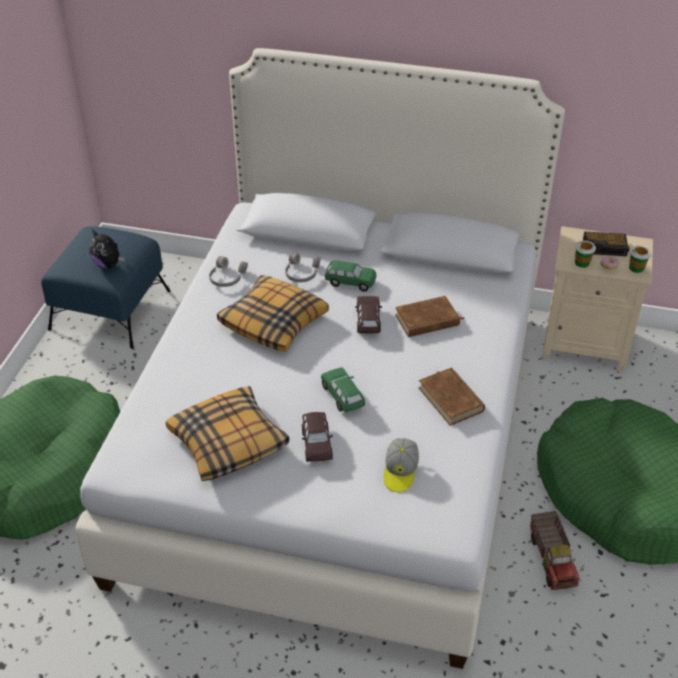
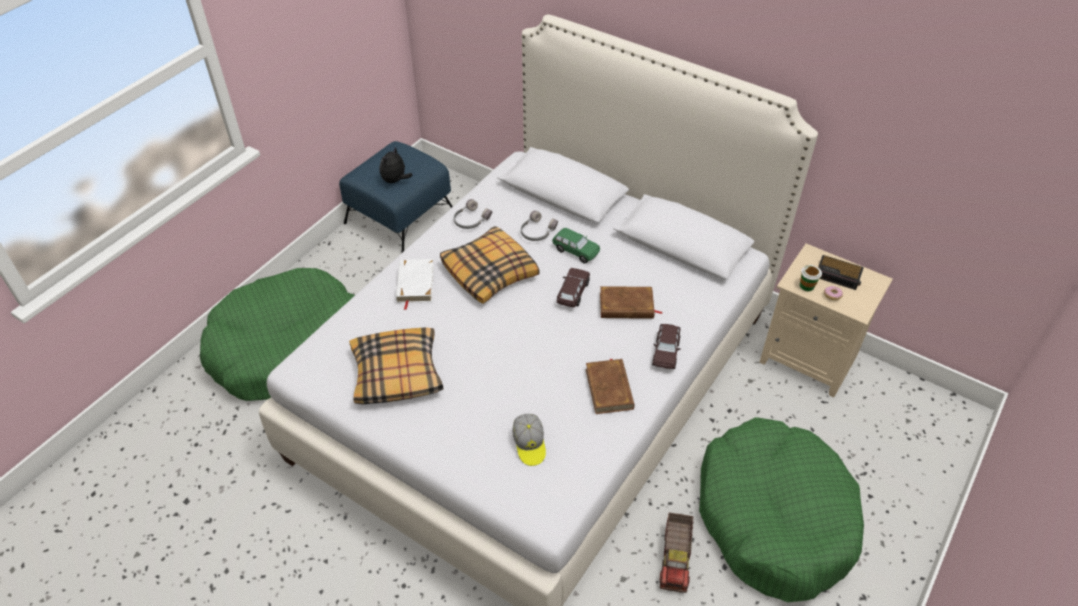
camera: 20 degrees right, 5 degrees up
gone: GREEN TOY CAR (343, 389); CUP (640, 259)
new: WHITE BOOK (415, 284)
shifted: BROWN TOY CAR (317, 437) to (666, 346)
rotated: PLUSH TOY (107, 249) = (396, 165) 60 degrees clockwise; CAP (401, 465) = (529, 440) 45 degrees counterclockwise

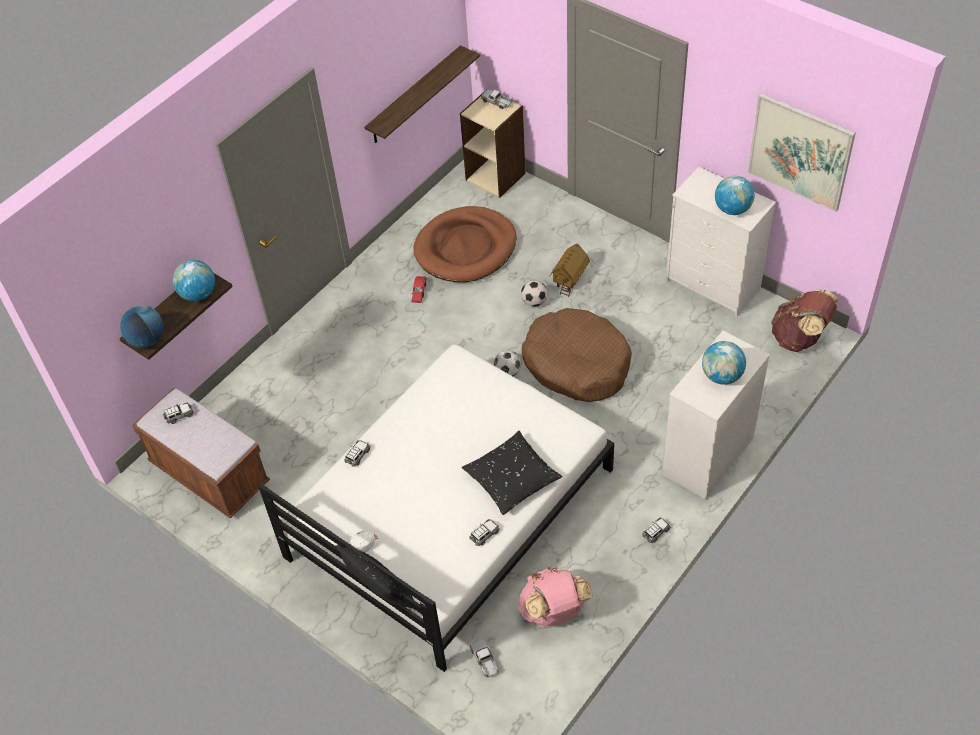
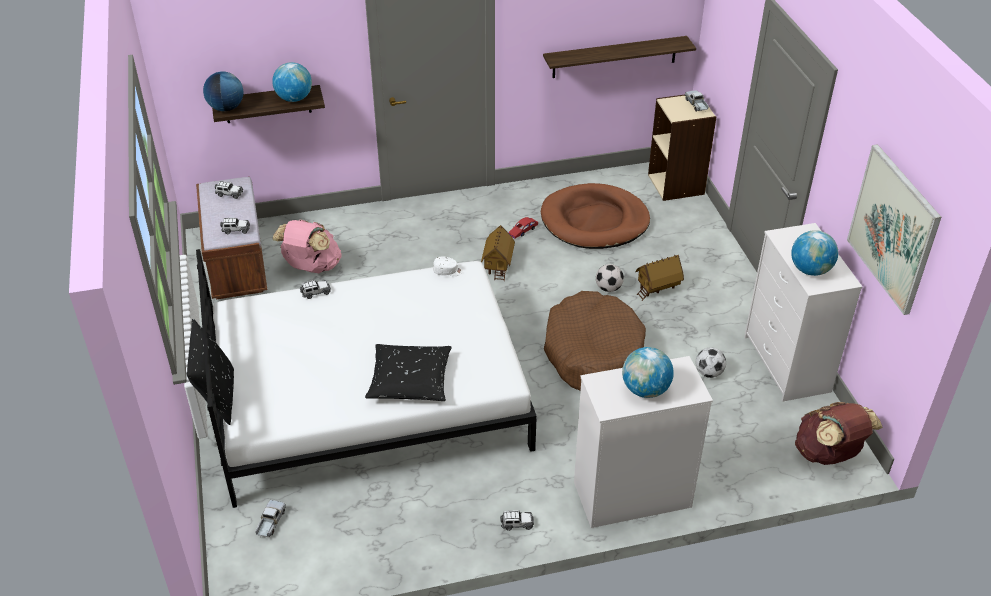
camera: 35 degrees right, 10 degrees down
new: TOY HOUSE (498, 253)
shifted: TOY CAR (484, 532) to (235, 226); PINK BACKPACK (555, 596) to (307, 246); WHITE CAP (365, 541) to (448, 266); FOOTBALL (507, 363) to (711, 363)

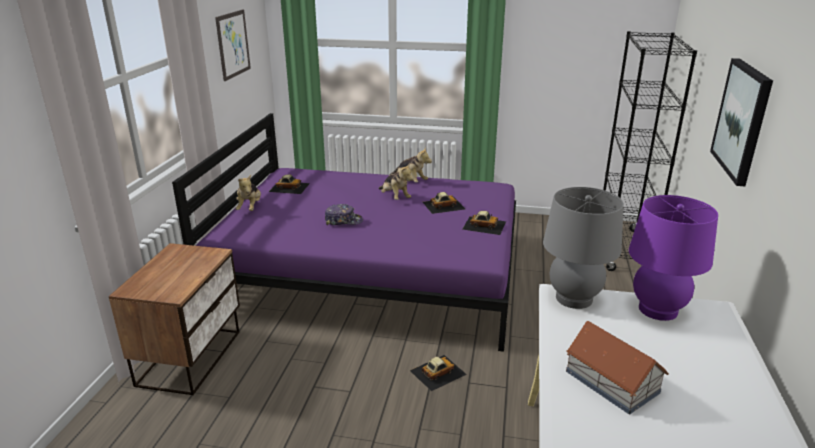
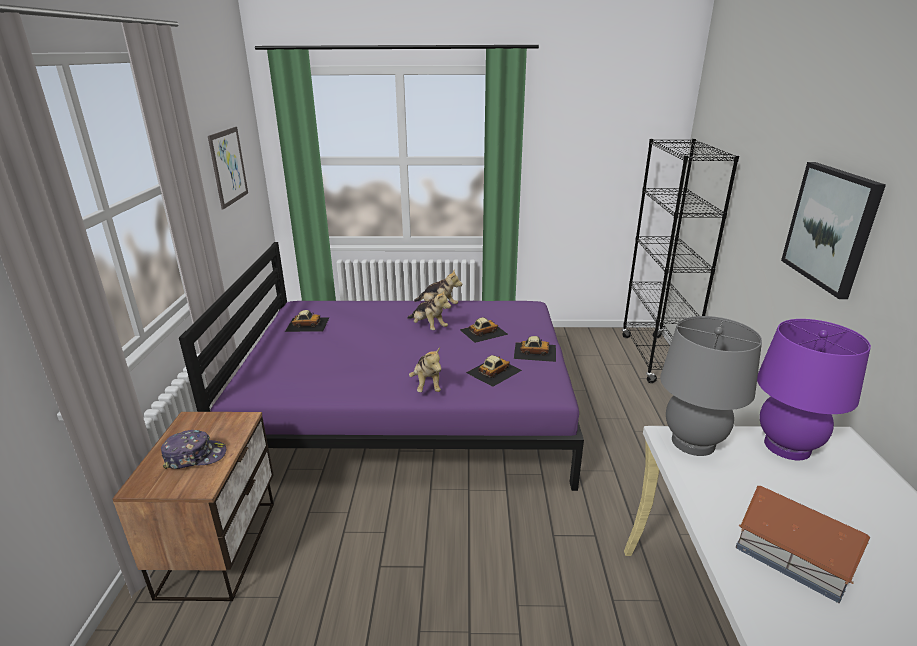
camera: 10 degrees left, 0 degrees up
shifted: CAP (344, 214) to (193, 449); PLUSH TOY (248, 193) to (425, 369); TOY CAR (438, 373) to (494, 371)

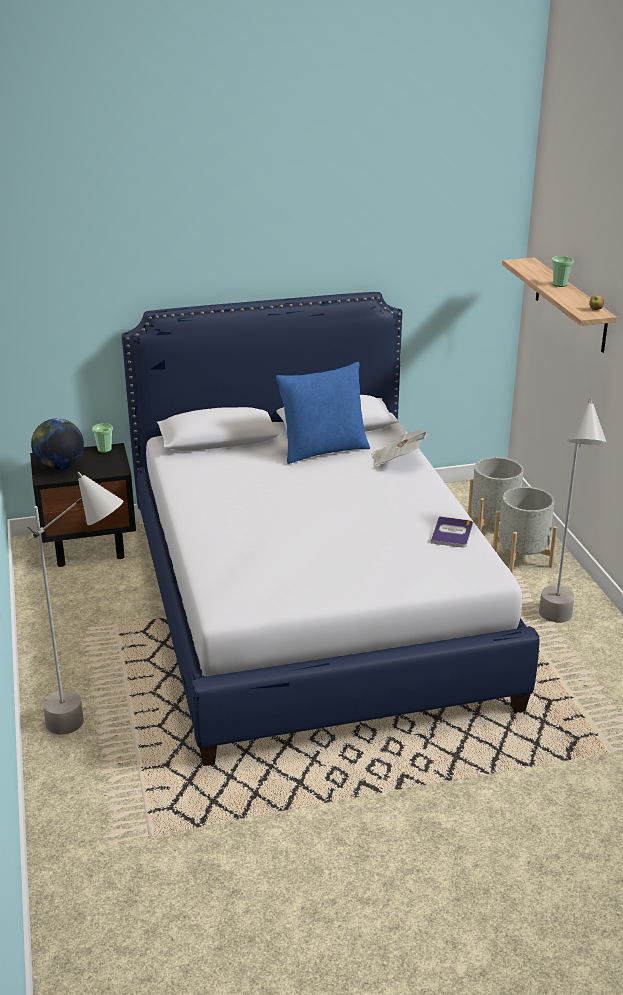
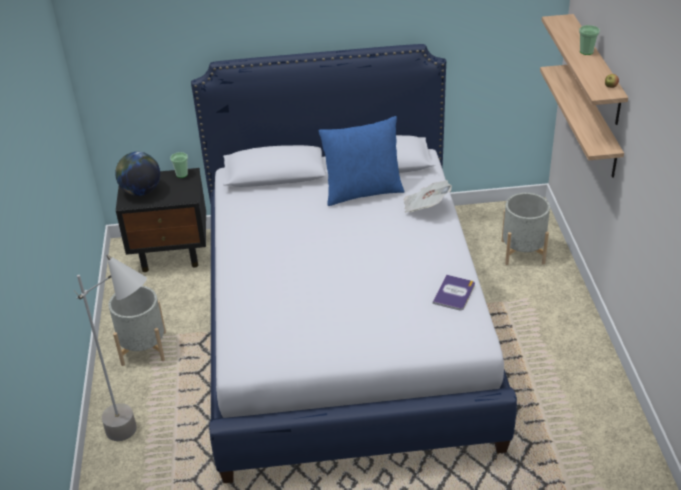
camera: 10 degrees right, 10 degrees up
gone: GREY FLOOR LAMP (573, 510)
new: SHELF (582, 121)
shifted: GREY PLANTER (525, 530) to (137, 326)

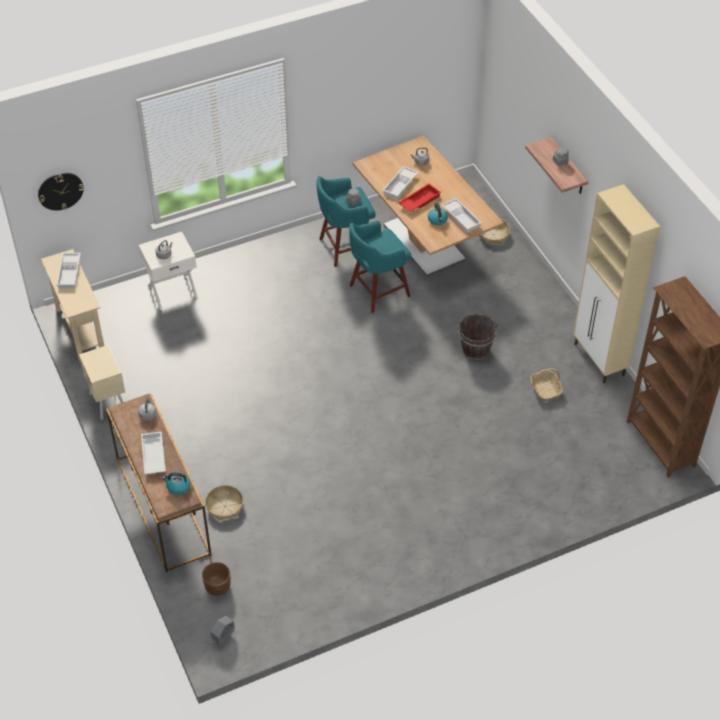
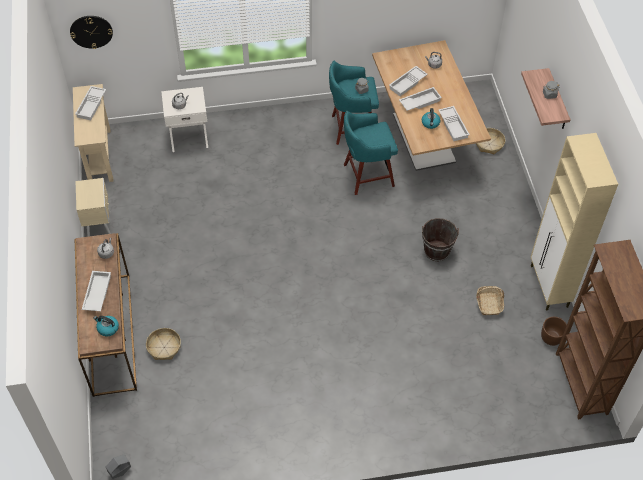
camera: 15 degrees right, 5 degrees up
shifted: BROWN PLANTER (216, 579) to (554, 331)
repainted: RED TRAY (419, 198) to WHITE TRAY (420, 99)

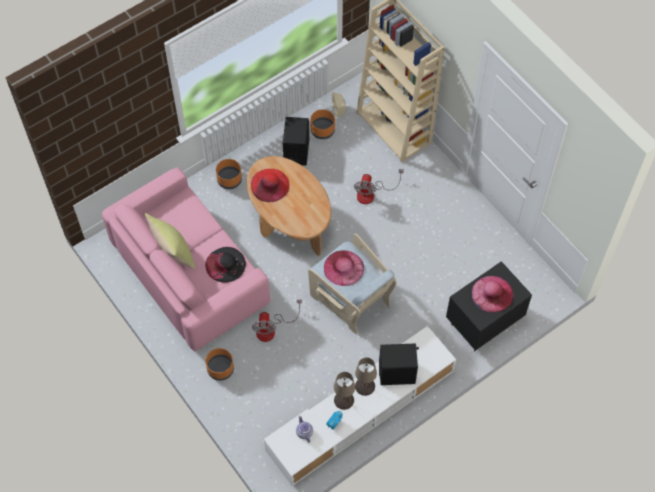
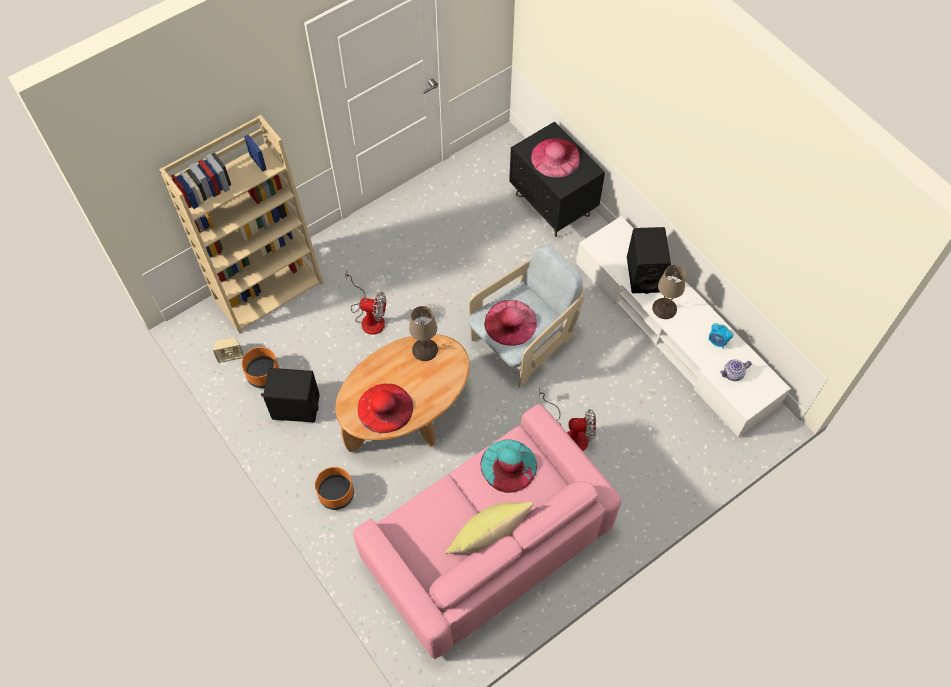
camera: 90 degrees left, 0 degrees up
gone: ORANGE PLANTER (219, 364)
shifted: BEIGE TABLE LAMP (344, 391) to (423, 333)
repainted: BLACK HAT (225, 265) to TURQUOISE HAT (508, 466)

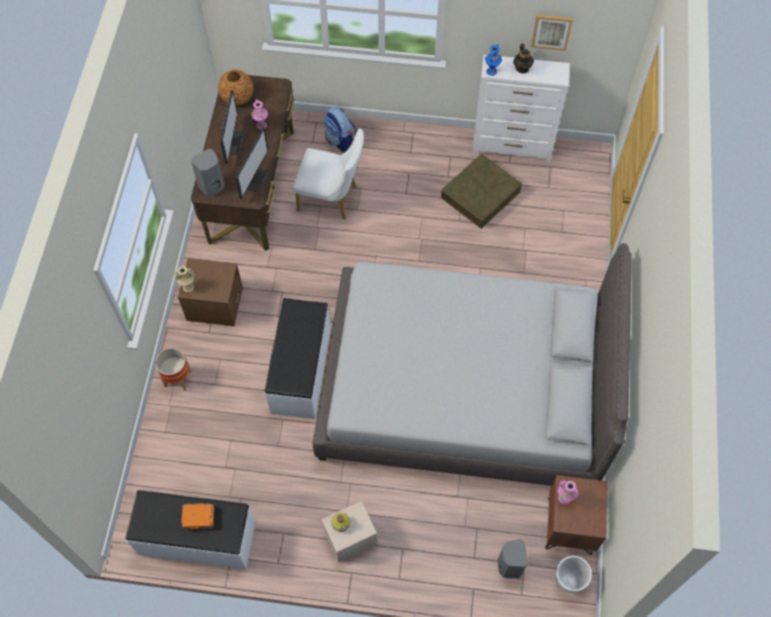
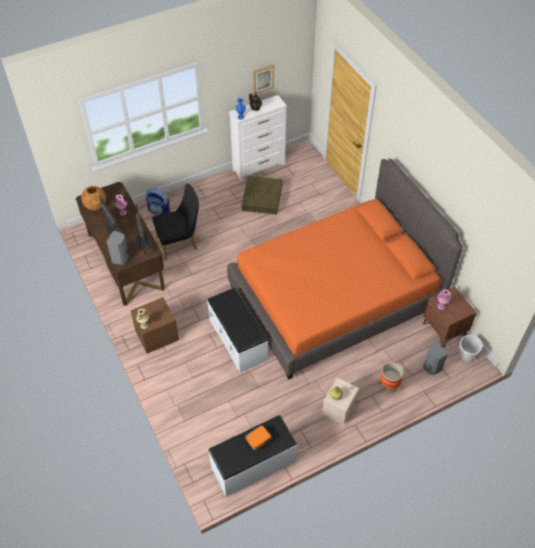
camera: 35 degrees left, 10 degrees down
shifted: PLANTER (173, 369) to (391, 379)
repainted: WHITE CHAIR (328, 174) to BLACK CHAIR (175, 221); GREY BED (472, 364) to ORANGE BED (345, 269)

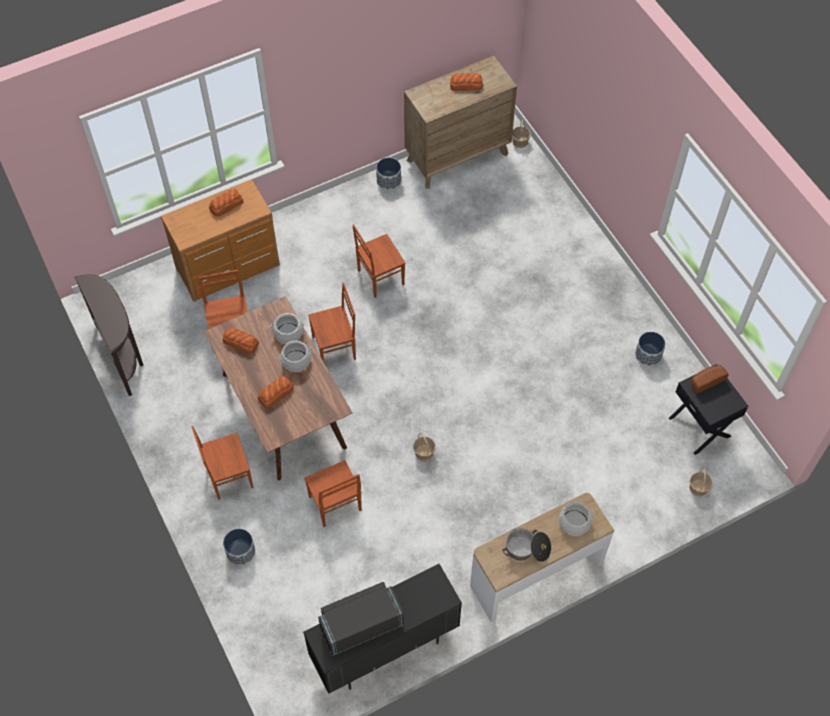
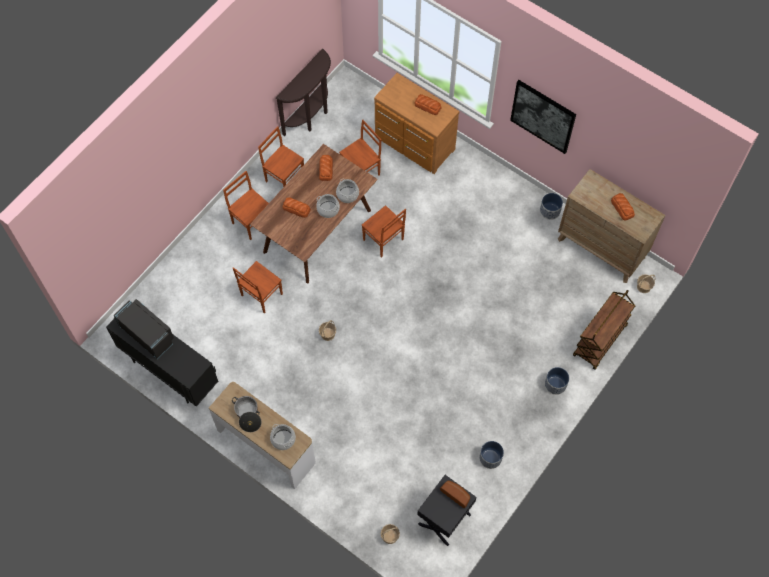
camera: 65 degrees right, 5 degrees up
new: PICTURE (543, 117); BROWN CART (604, 330)
shifted: BROWN CHAIR (379, 261) to (281, 156); PLANTER (239, 547) to (557, 381)

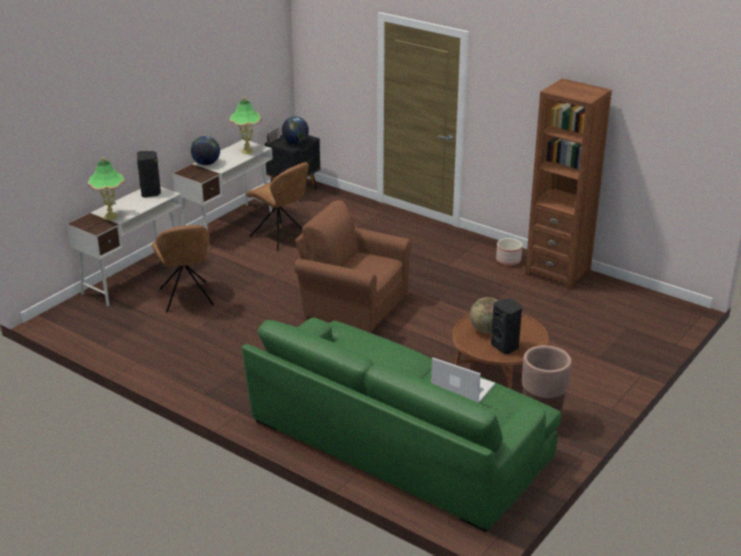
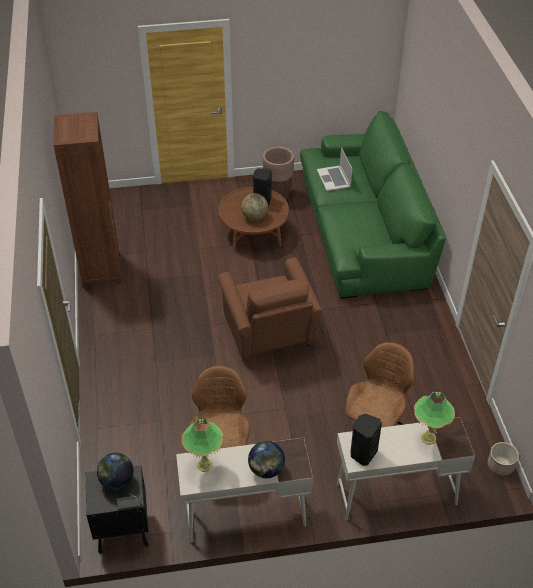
camera: 135 degrees left, 15 degrees up
shifted: PLANTER (509, 252) to (503, 459)

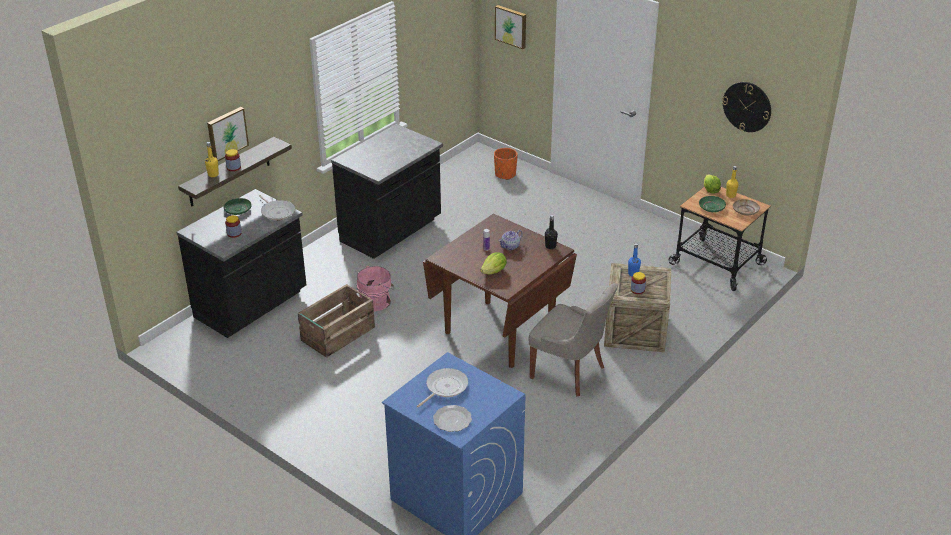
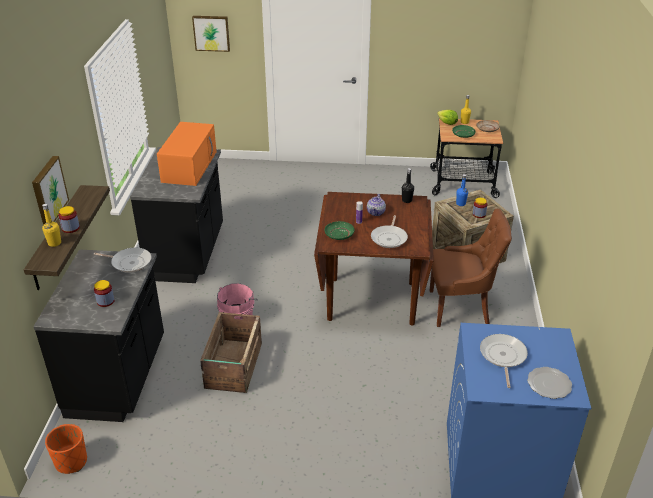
camera: 35 degrees left, 0 degrees up
gone: WALL CLOCK (746, 107)
new: ORANGE MICROWAVE (187, 154)
shifted: ORANGE PLANTER (506, 164) to (66, 449); GREEN PLATE (237, 206) to (340, 230)
swapped: LETTUCE (493, 263) to FRYING PAN (389, 231)
repainted: GREY CHAIR (573, 339) to BROWN CHAIR (470, 268)

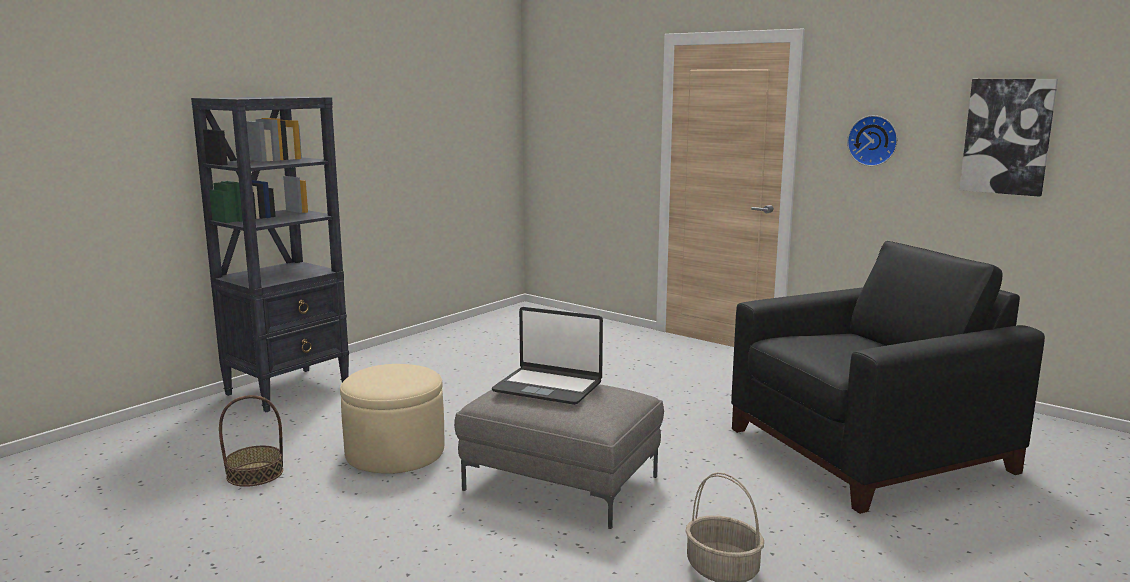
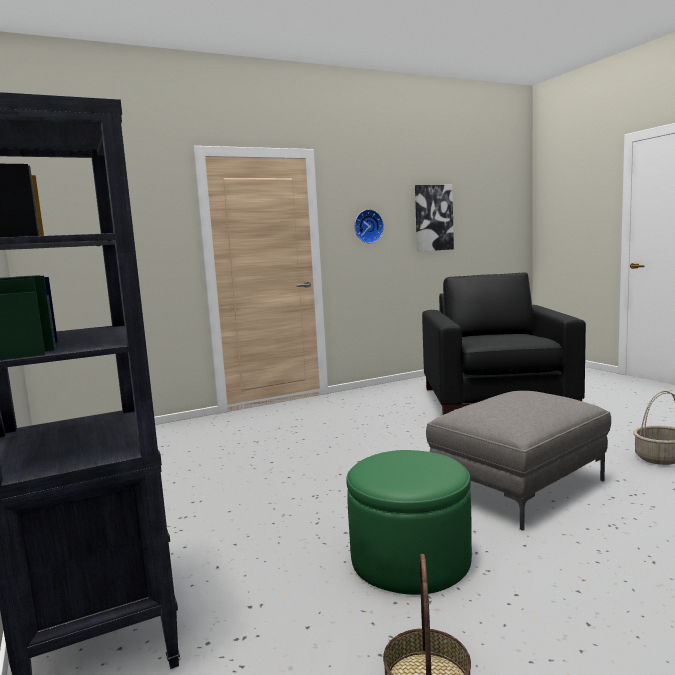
camera: 65 degrees left, 5 degrees down
gone: LAPTOP (547, 356)
repainted: BEIGE OTTOMAN (392, 419) to GREEN OTTOMAN (409, 522)

